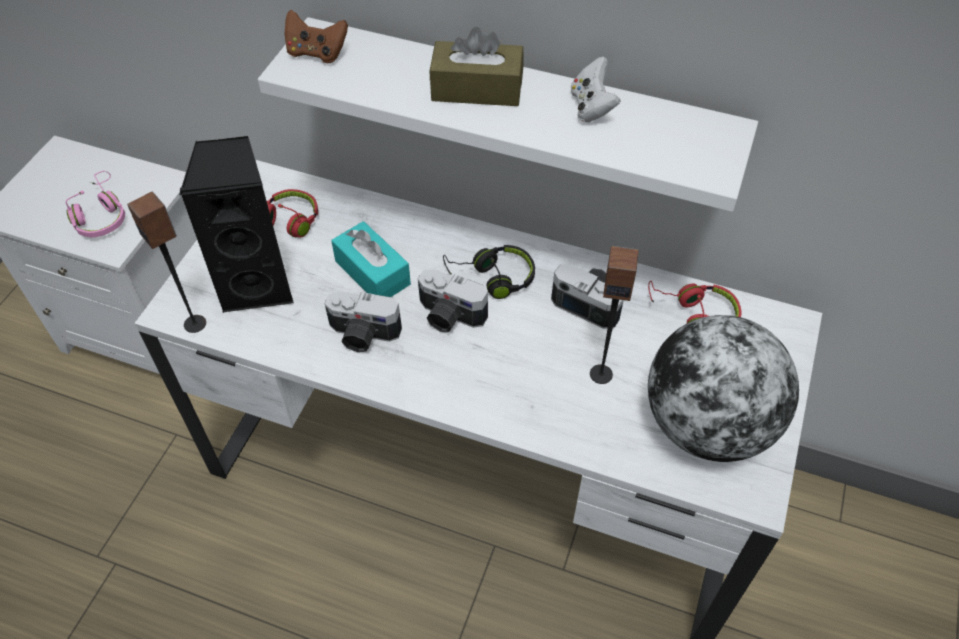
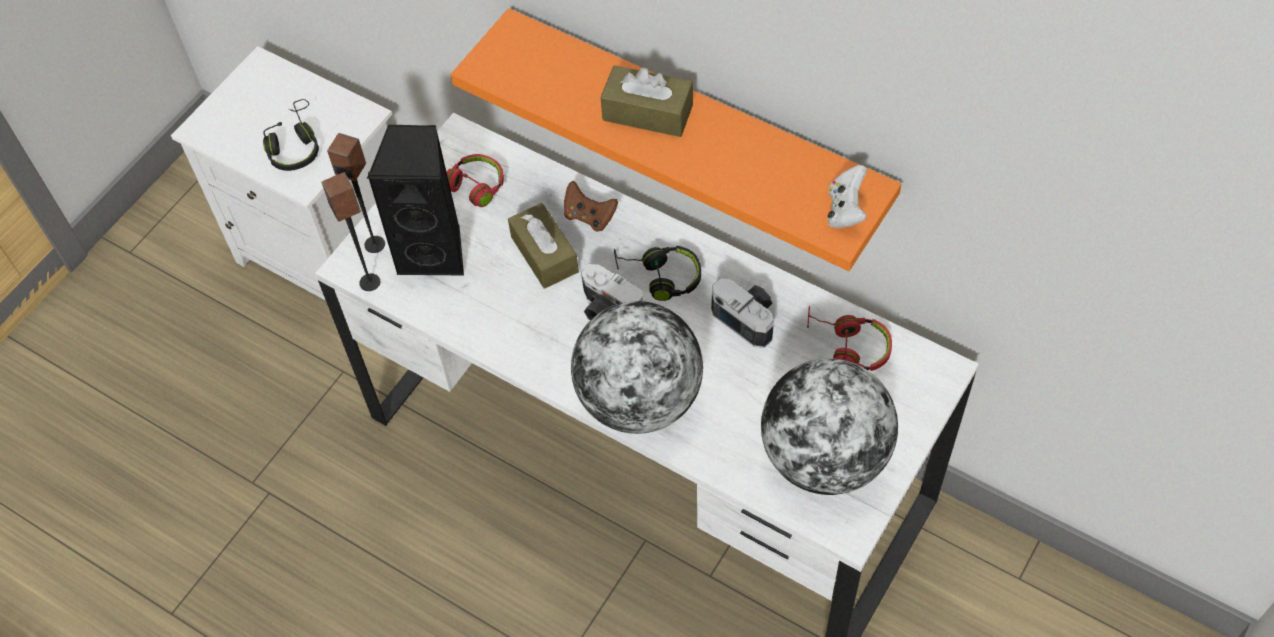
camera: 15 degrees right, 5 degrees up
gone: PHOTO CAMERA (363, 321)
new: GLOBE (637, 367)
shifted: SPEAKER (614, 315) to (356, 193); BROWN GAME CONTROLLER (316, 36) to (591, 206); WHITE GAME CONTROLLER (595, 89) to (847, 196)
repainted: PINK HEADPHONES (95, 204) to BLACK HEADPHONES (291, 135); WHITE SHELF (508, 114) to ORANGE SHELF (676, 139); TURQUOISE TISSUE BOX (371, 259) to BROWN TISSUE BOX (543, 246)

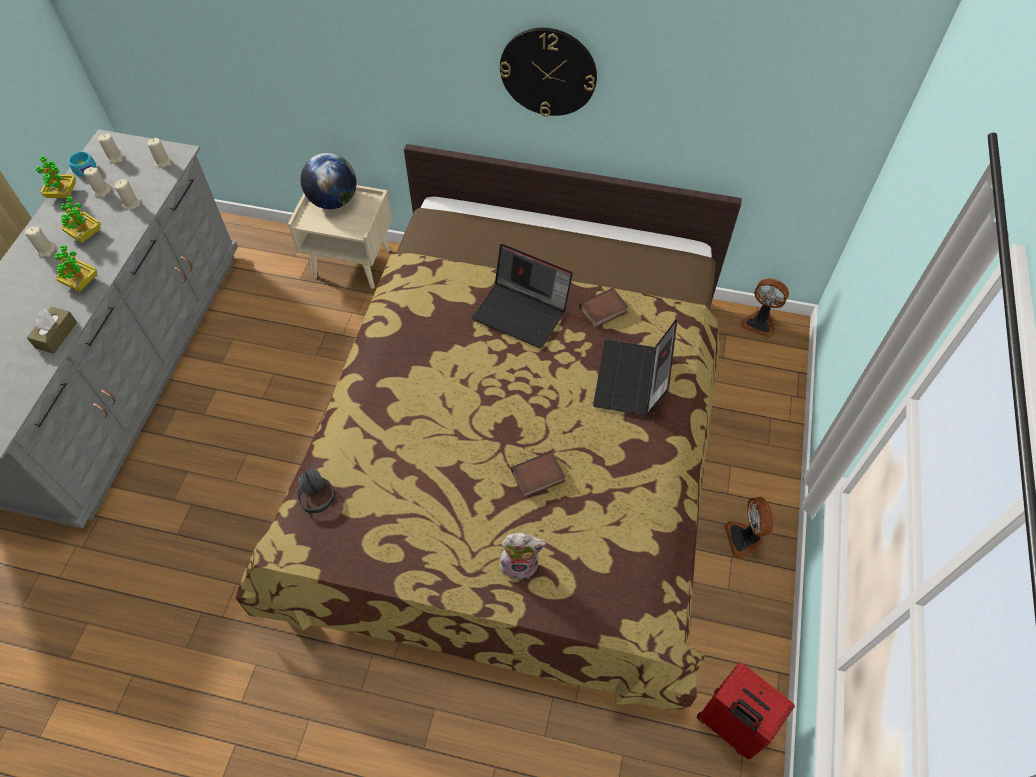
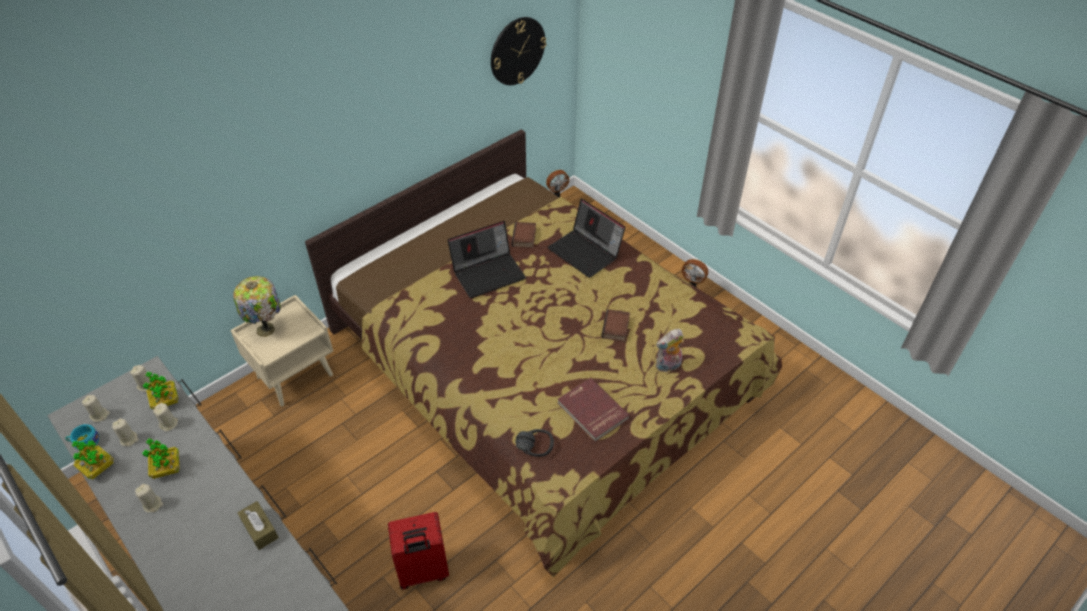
camera: 55 degrees left, 10 degrees down
new: RED BOOK (594, 410)
shifted: POTTED PLANT (76, 268) to (161, 391); RED SUITCASE (746, 711) to (418, 551); WALL CLOCK (548, 72) to (518, 51)
swapped: GLOBE (329, 181) to TABLE LAMP (257, 306)
rotated: PLUSH TOY (523, 556) = (669, 350) 150 degrees counterclockwise

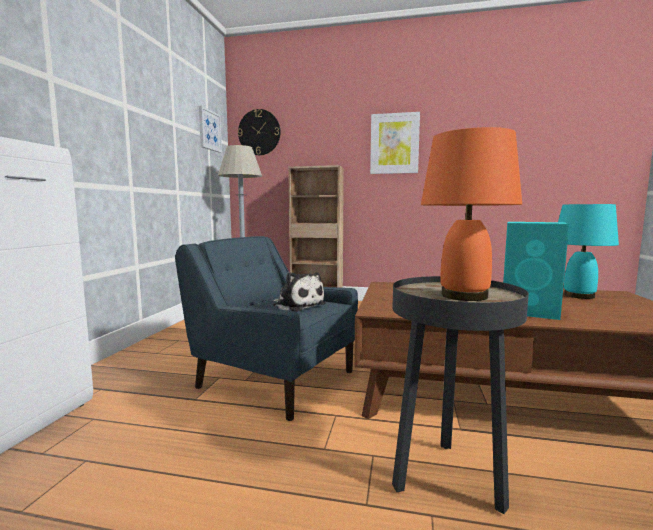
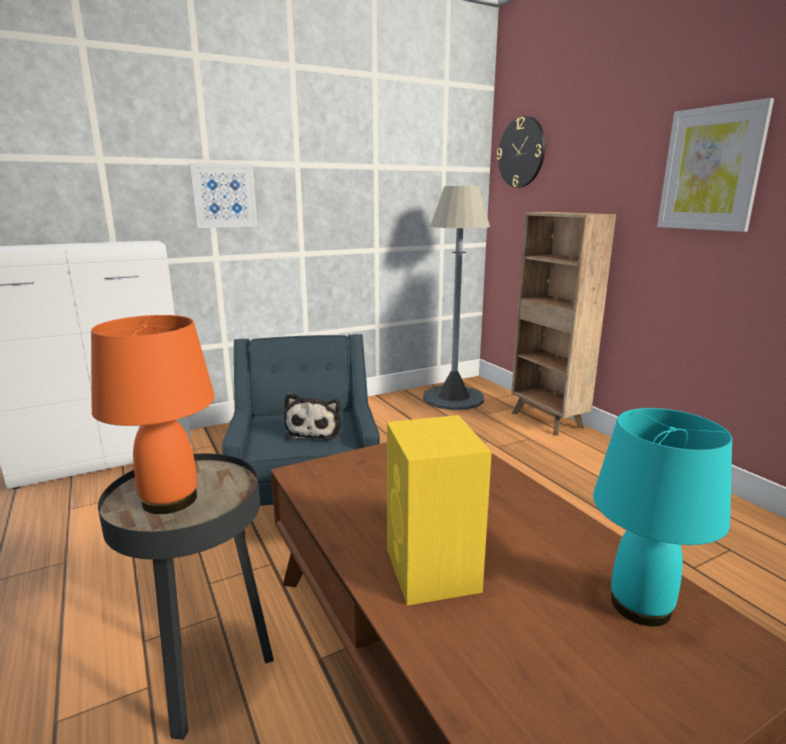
camera: 50 degrees right, 10 degrees up
shifted: PICTURE (210, 129) to (223, 195)
repainted: TURQUOISE SPEAKER (536, 271) to YELLOW SPEAKER (439, 510)

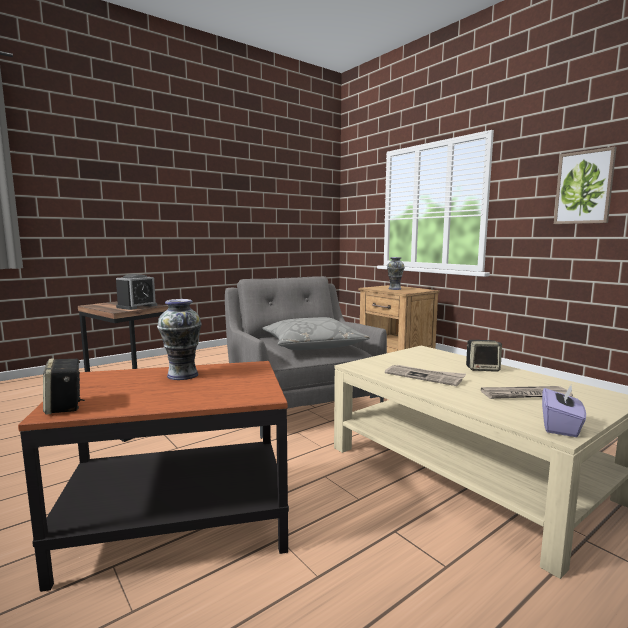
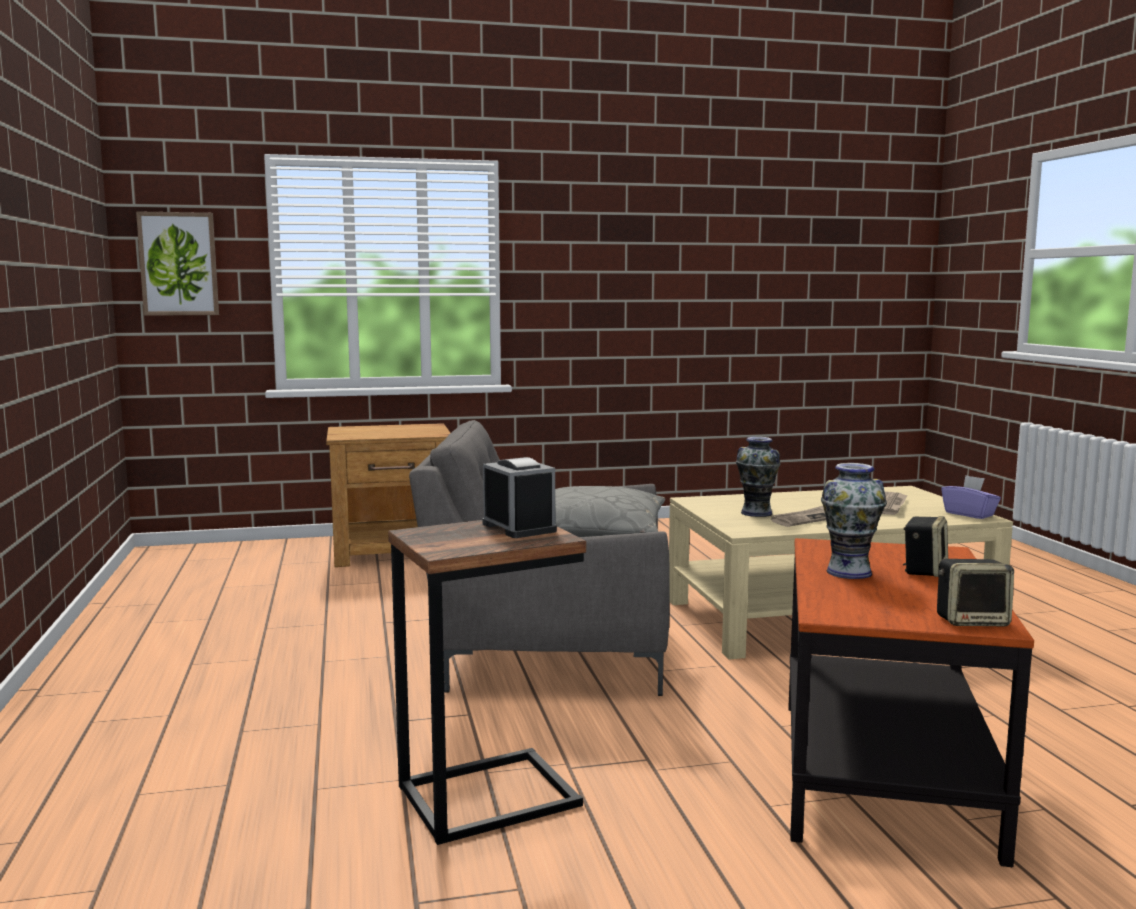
camera: 65 degrees left, 0 degrees up
shifted: PICTURE (585, 185) to (177, 263); VASE (396, 273) to (758, 477); SPEAKER (484, 356) to (925, 546)

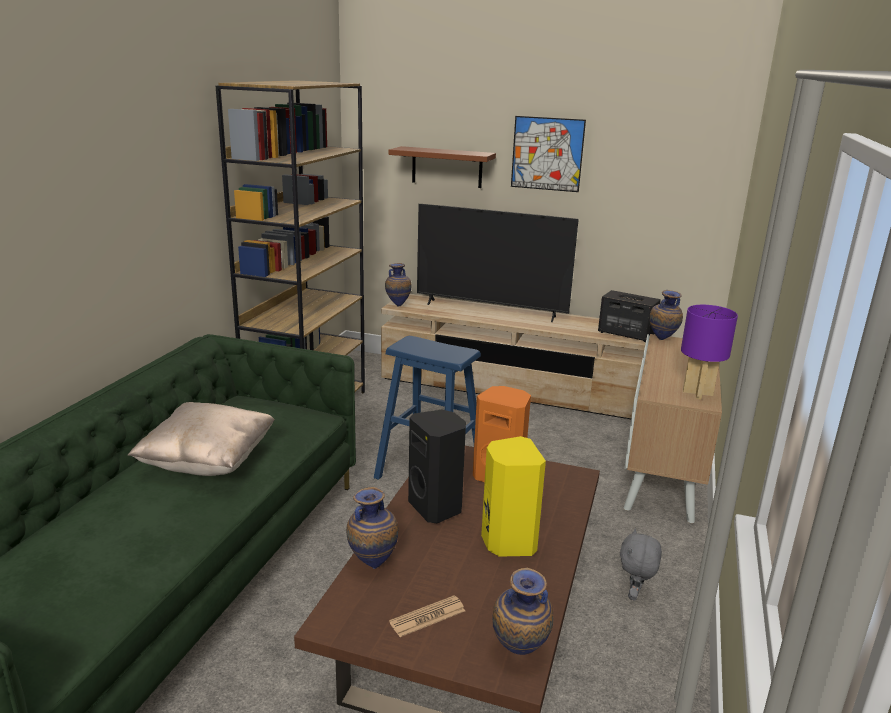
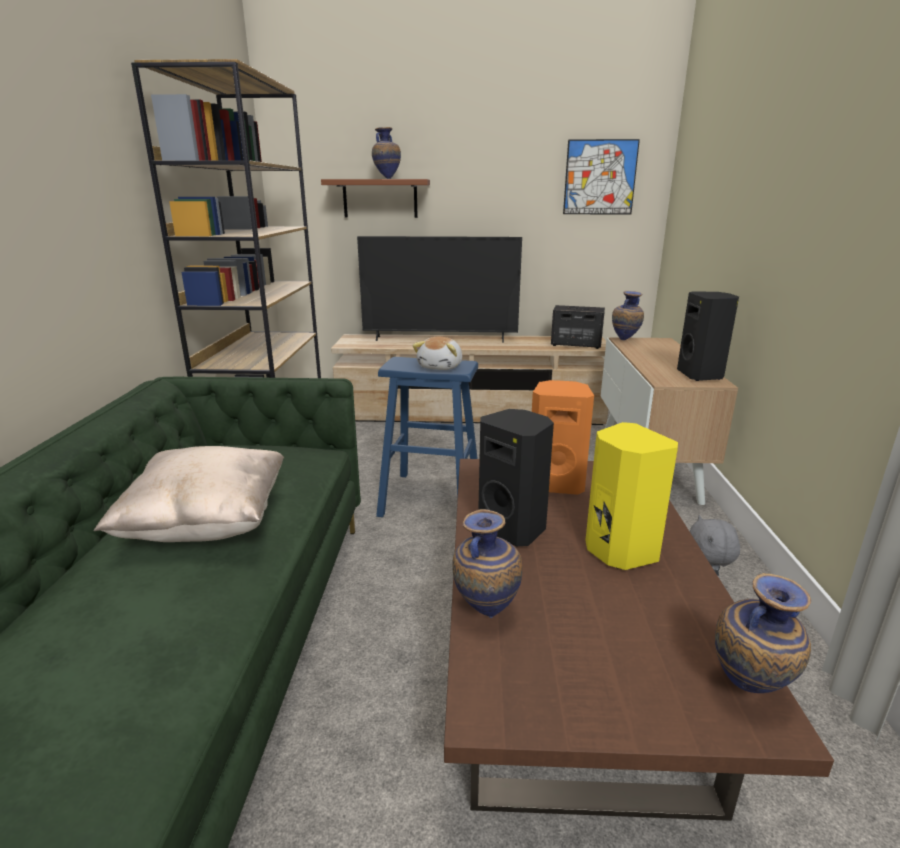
camera: 15 degrees left, 0 degrees up
gone: NEWSPAPER (427, 616)
new: PLUSH TOY (437, 353)
shifted: VASE (398, 285) to (386, 153); PICTURE (548, 154) to (601, 176)
swapped: PURPLE TABLE LAMP (709, 352) to BLACK SPEAKER (708, 336)

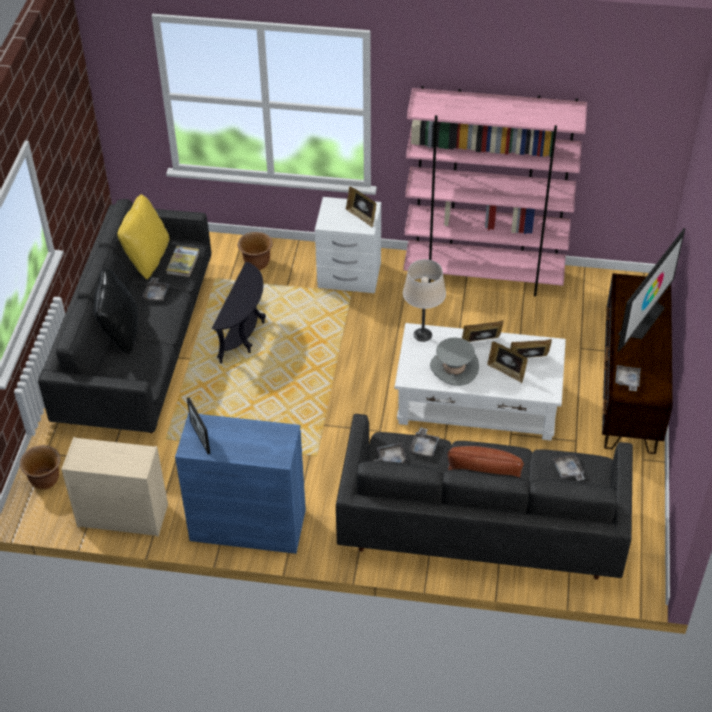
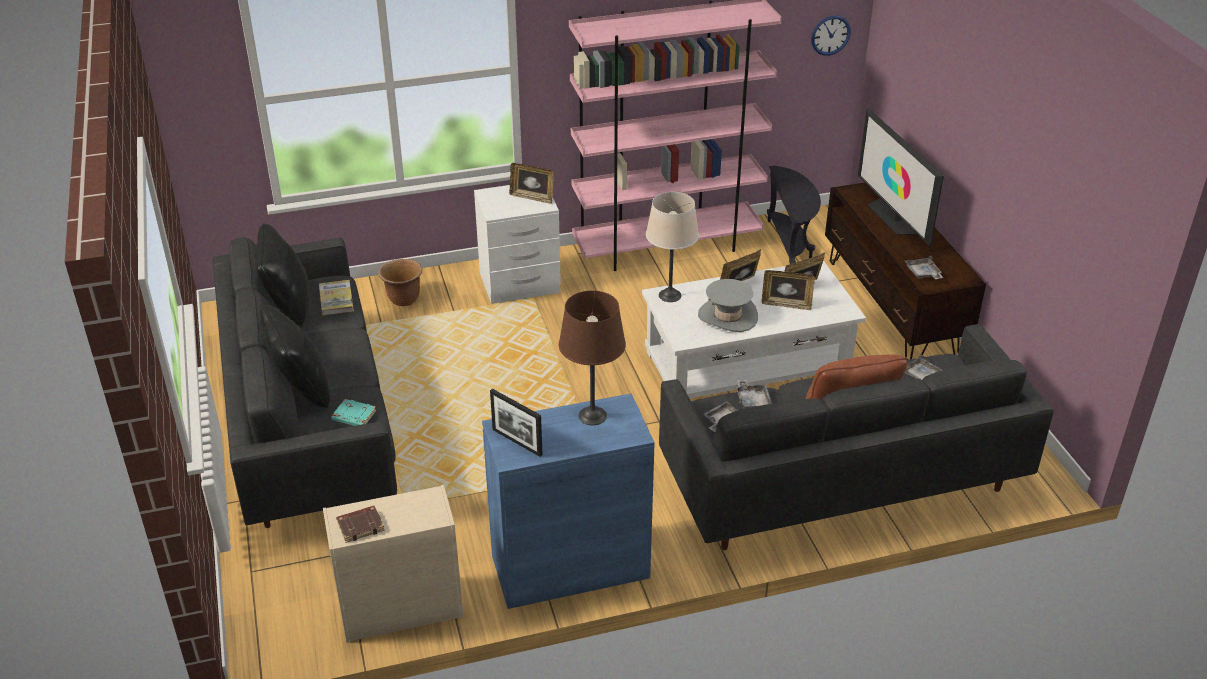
camera: 25 degrees left, 10 degrees down
gone: BROWN PLANTER (40, 467); GREY TRAY (155, 289)
new: TURQUOISE BOOK (353, 412); BROWN BOOK (360, 524); BROWN TABLE LAMP (592, 358); WALL CLOCK (831, 36)
shifted: BLACK SIDE TABLE (239, 312) to (794, 215)
repainted: YELLOW PILLOW (143, 236) to BLACK PILLOW (281, 275)
rotated: TELEVISION (651, 290) = (901, 177) 150 degrees clockwise

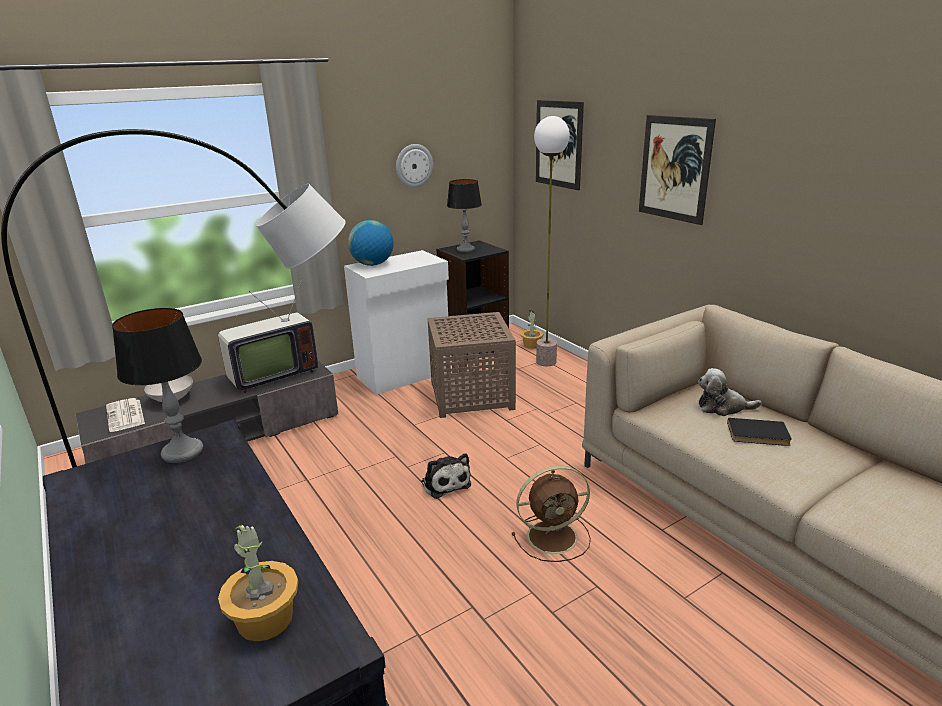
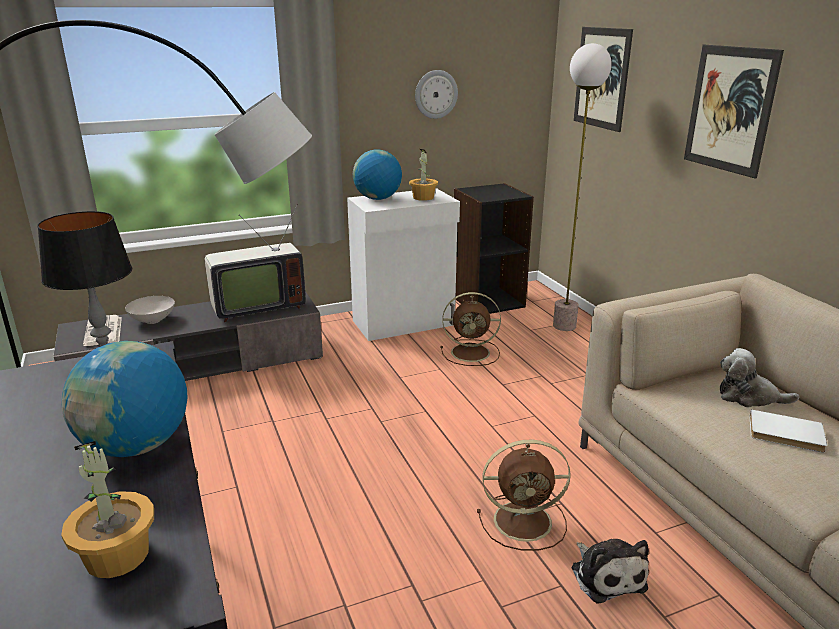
camera: 10 degrees right, 0 degrees up
gone: TABLE LAMP (464, 215)
new: GLOBE (124, 399)
shifted: POTTED PLANT (532, 329) to (423, 175); PLUSH TOY (446, 476) to (610, 571)
swapped: BROWN SIDE TABLE (471, 365) to BROWN FAN (470, 329)
repainted: BLACK BOOK (759, 432) to WHITE BOOK (788, 431)

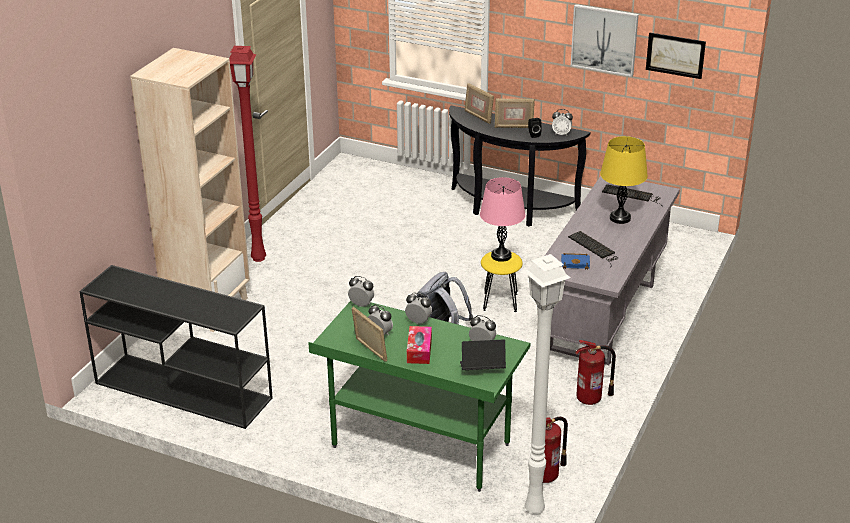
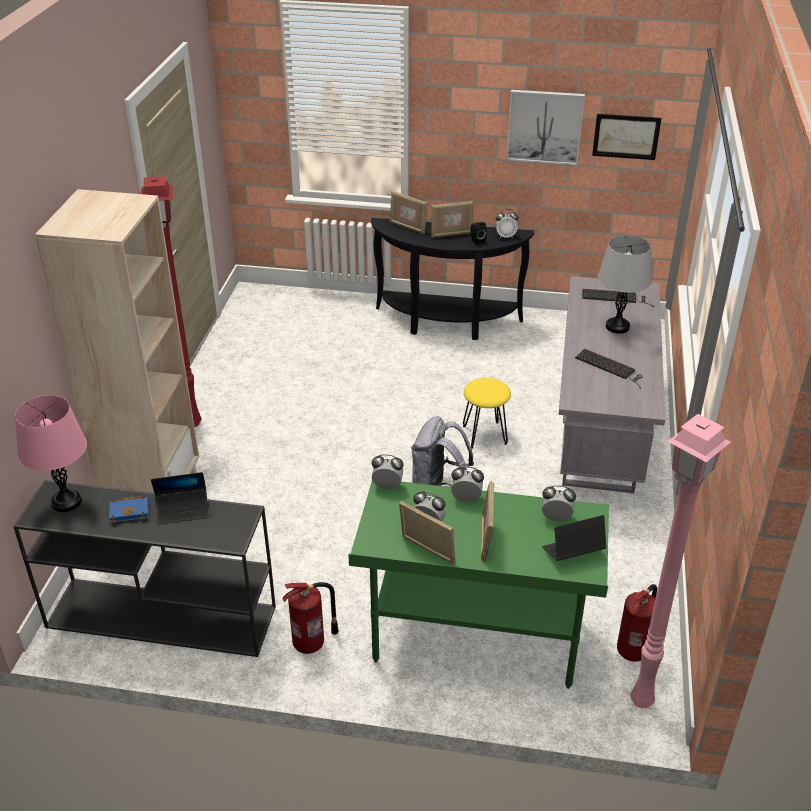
camera: 15 degrees left, 5 degrees up
new: LAPTOP (180, 498)
shifted: PINK TABLE LAMP (502, 219) to (51, 453); BLUE BOOK (575, 261) to (129, 510); FIRE EXTINGUISHER (595, 372) to (310, 618)
swapped: TISSUE BOX (419, 345) to PICTURE FRAME (487, 521)
repainted: YELLOW TABLE LAMP (624, 180) to GREY TABLE LAMP (625, 284); WHITE FLOOR LAMP (547, 384) to PINK FLOOR LAMP (680, 561)

